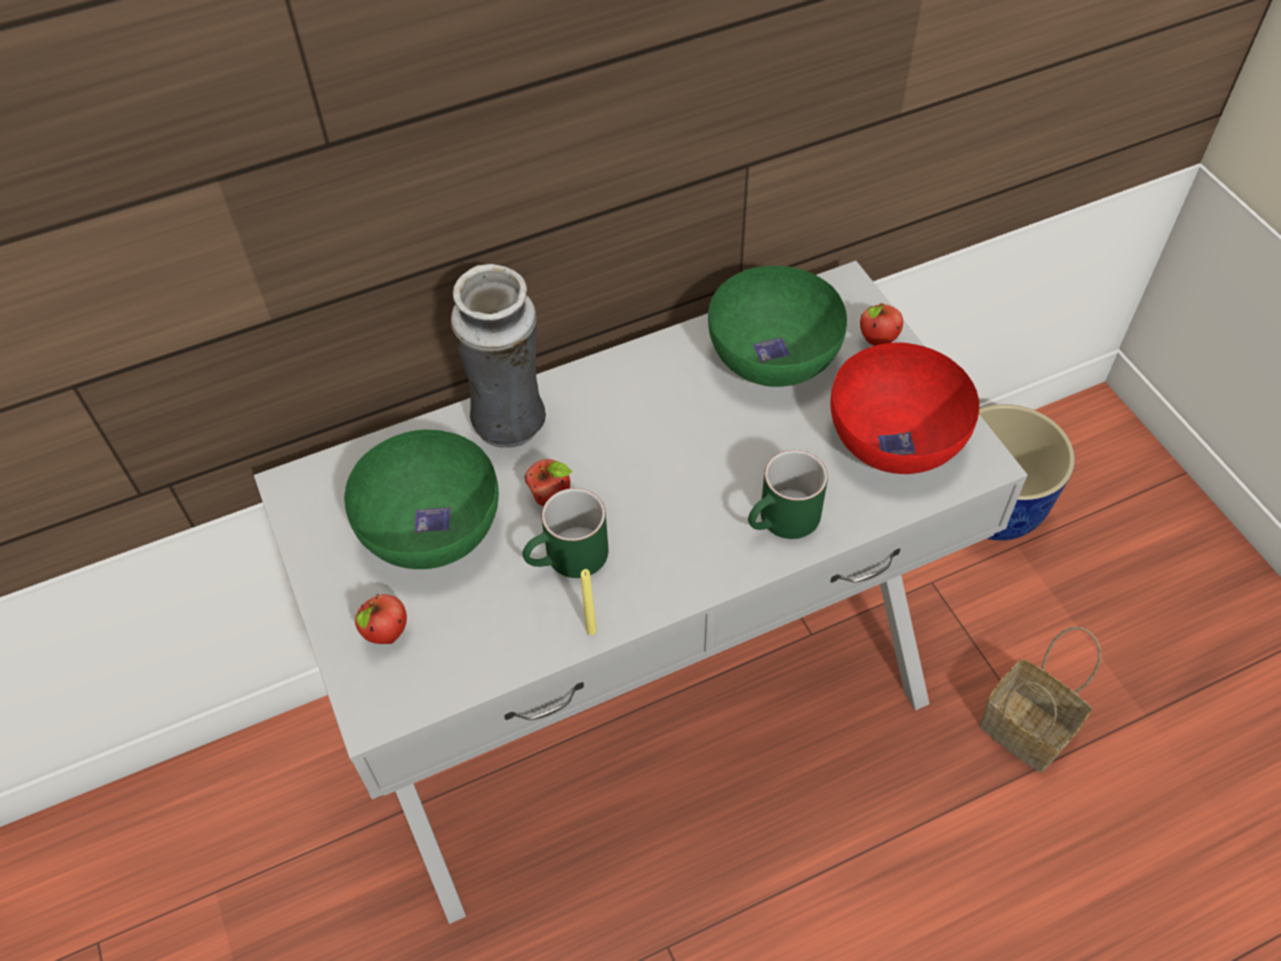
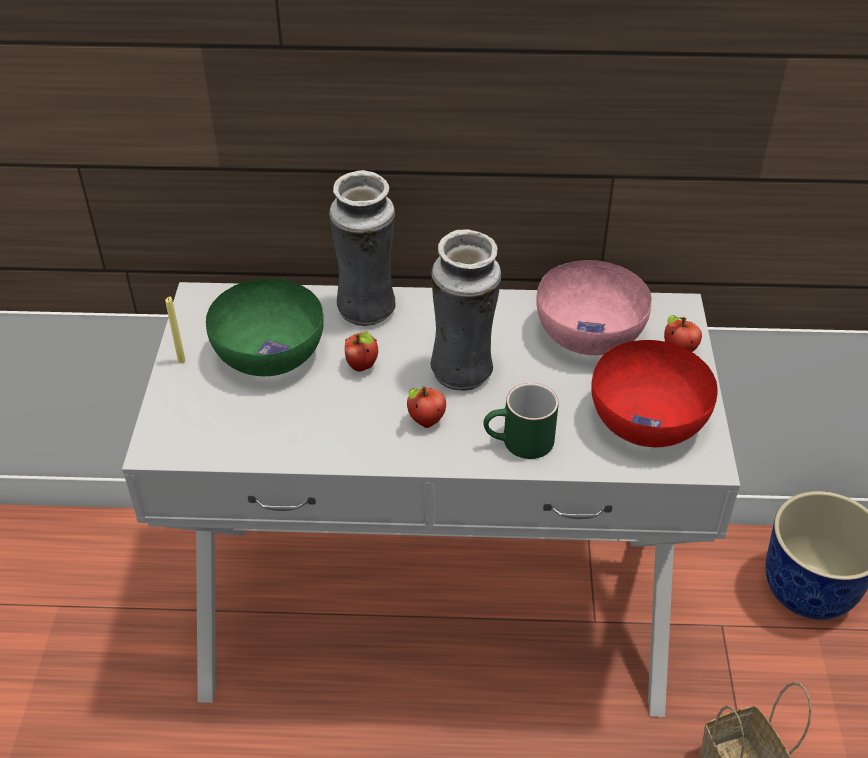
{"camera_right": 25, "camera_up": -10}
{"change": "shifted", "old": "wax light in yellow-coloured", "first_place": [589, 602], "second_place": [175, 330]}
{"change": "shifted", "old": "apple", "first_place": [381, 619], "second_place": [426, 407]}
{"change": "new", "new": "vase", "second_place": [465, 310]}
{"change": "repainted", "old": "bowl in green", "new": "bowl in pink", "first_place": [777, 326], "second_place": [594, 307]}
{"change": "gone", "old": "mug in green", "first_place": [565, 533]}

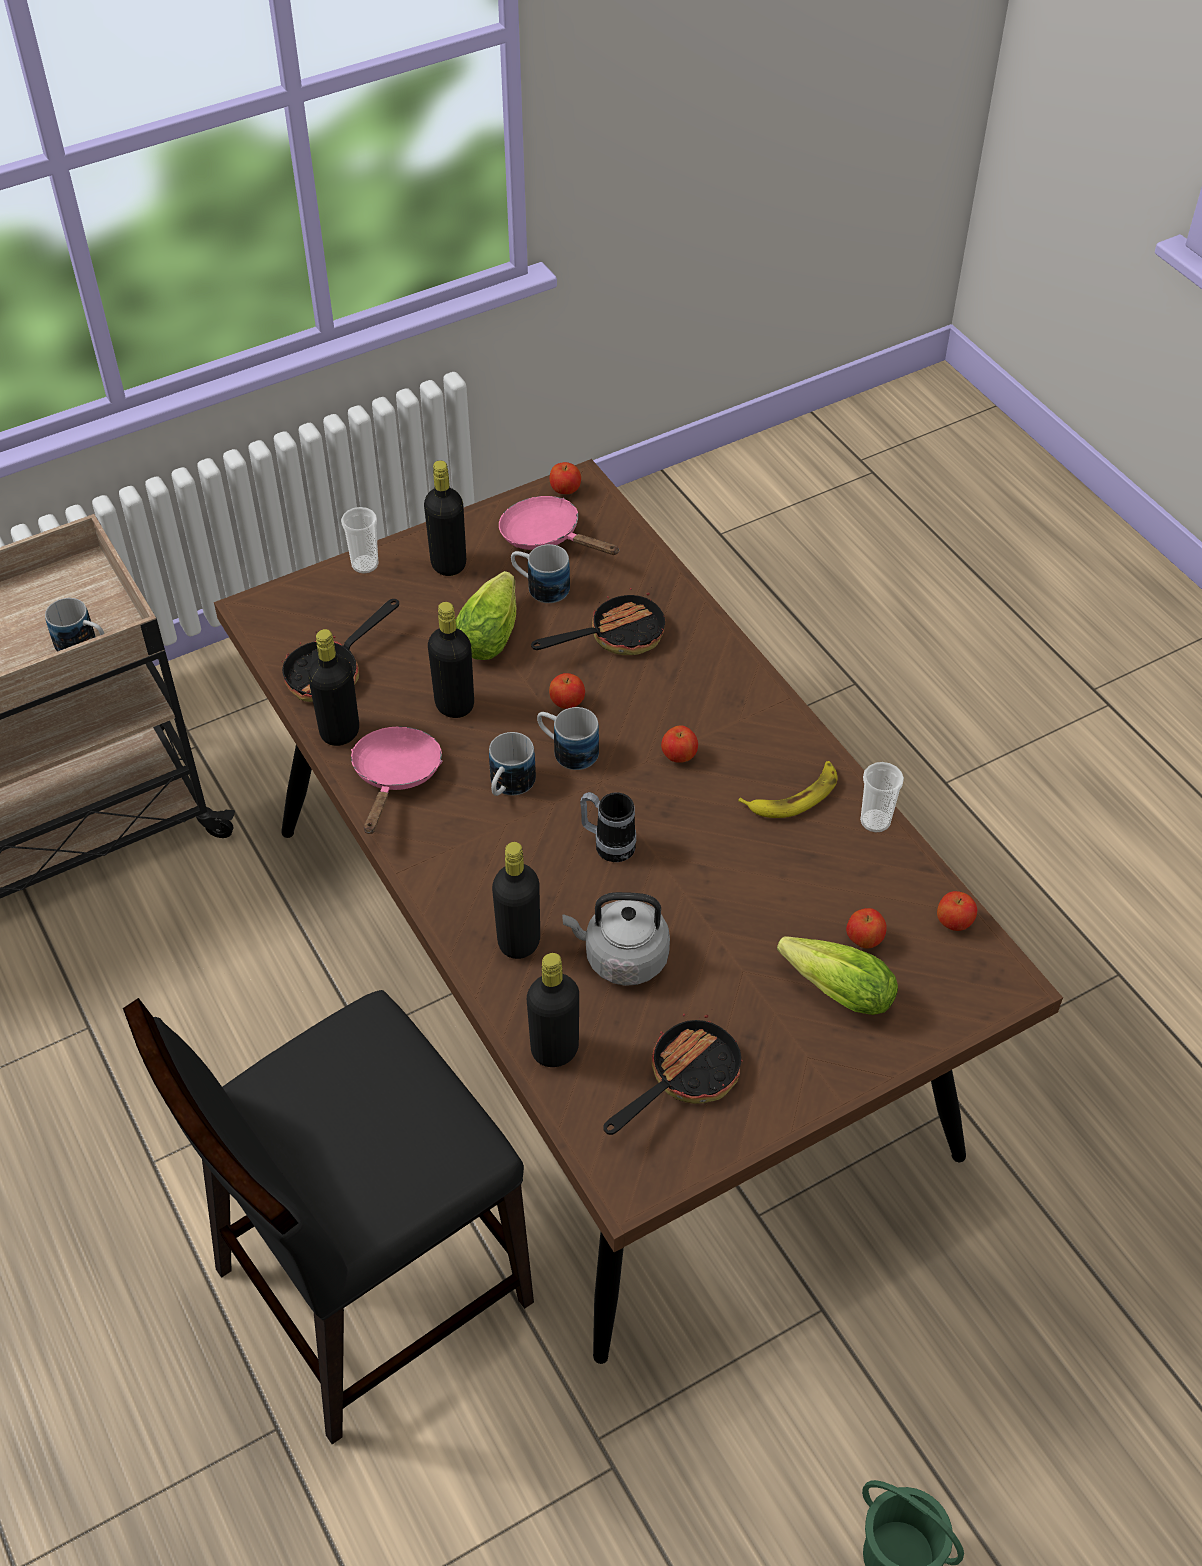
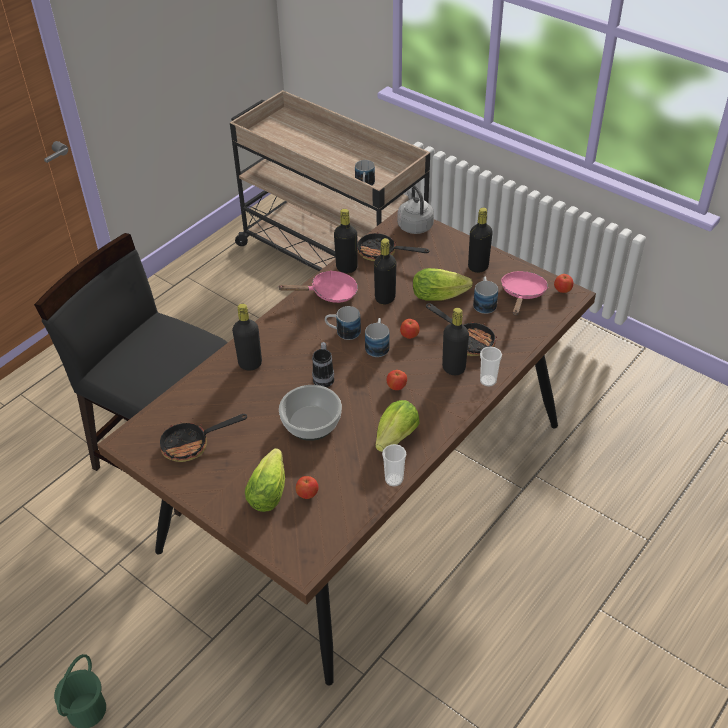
{"camera_right": 70, "camera_up": -5}
{"change": "rotated", "old": "pan", "first_place": [673, 1072], "second_place": [203, 438], "degrees": 135}
{"change": "new", "new": "bowl", "second_place": [310, 413]}
{"change": "swapped", "old": "banana fruit", "new": "head of lettuce", "first_place": [788, 789], "second_place": [397, 426]}
{"change": "shifted", "old": "tea kettle in gray", "first_place": [616, 939], "second_place": [415, 209]}
{"change": "shifted", "old": "drink bottle in blackish", "first_place": [553, 1010], "second_place": [455, 341]}
{"change": "shifted", "old": "drinking cup", "first_place": [360, 540], "second_place": [491, 366]}
{"change": "gone", "old": "apple", "first_place": [957, 911]}

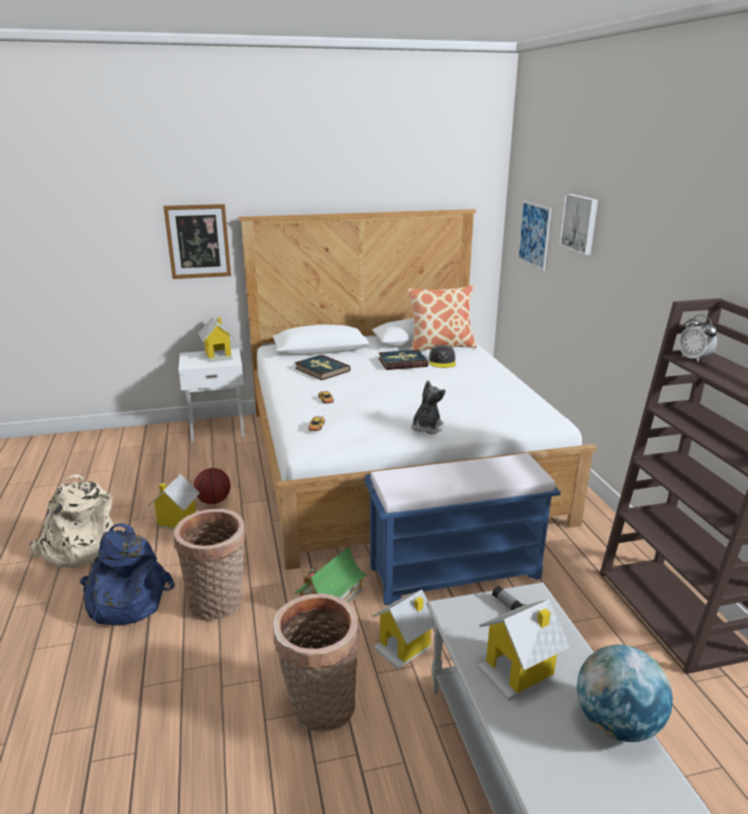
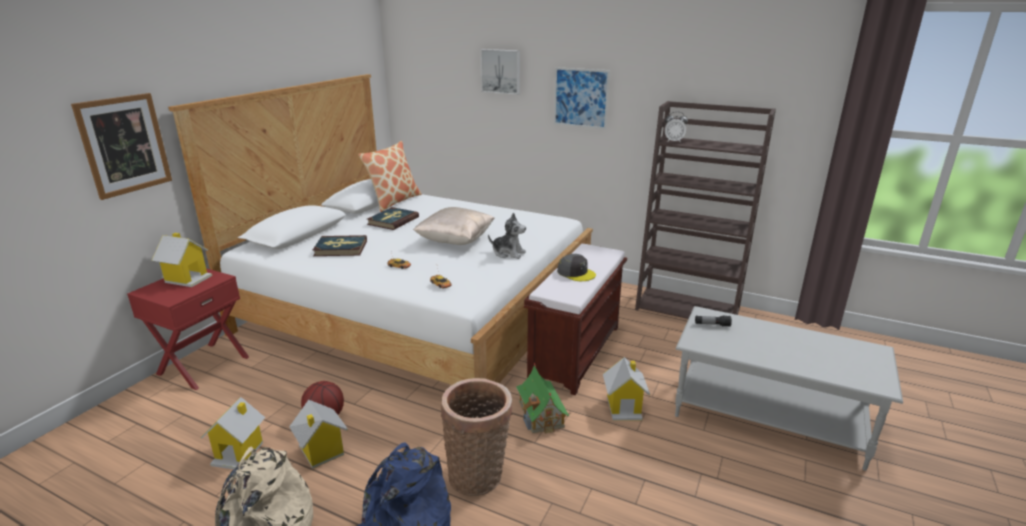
{"camera_right": -50, "camera_up": 0}
{"change": "repainted", "old": "nightstand in whitish", "new": "nightstand in red-coloured", "first_place": [211, 395], "second_place": [188, 329]}
{"change": "shifted", "old": "toy house", "first_place": [524, 650], "second_place": [233, 433]}
{"change": "new", "new": "pillow in beige-coloured", "second_place": [453, 226]}
{"change": "rotated", "old": "plush toy", "first_place": [428, 407], "second_place": [507, 236], "degrees": 135}
{"change": "repainted", "old": "bench in blue-coloured", "new": "bench in brown-coloured", "first_place": [463, 529], "second_place": [575, 319]}
{"change": "shifted", "old": "picture", "first_place": [534, 236], "second_place": [582, 98]}
{"change": "shifted", "old": "peaked cap in gray", "first_place": [442, 356], "second_place": [576, 267]}
{"change": "gone", "old": "household basket", "first_place": [316, 662]}
{"change": "gone", "old": "desk globe", "first_place": [625, 693]}

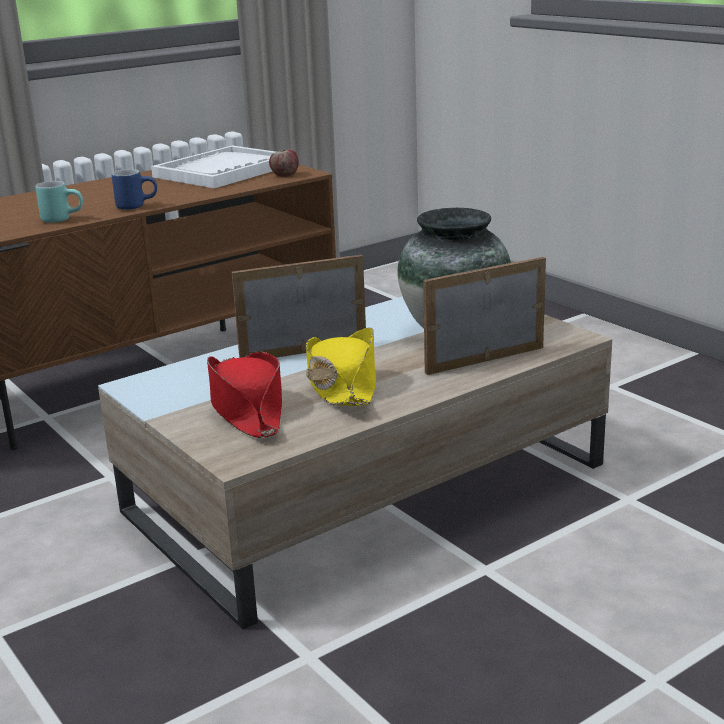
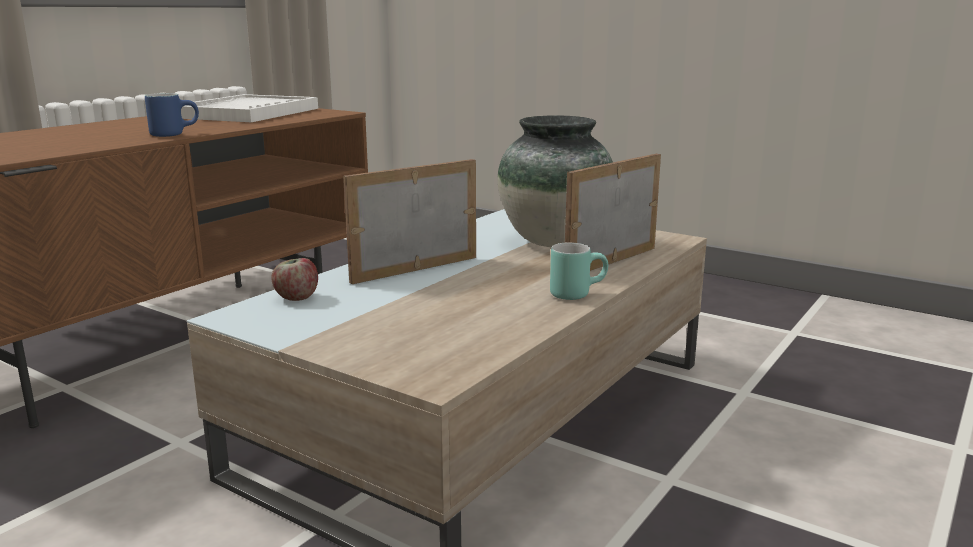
{"camera_right": -20, "camera_up": -5}
{"change": "shifted", "old": "apple", "first_place": [284, 163], "second_place": [294, 279]}
{"change": "shifted", "old": "mug in blue-green", "first_place": [59, 202], "second_place": [579, 271]}
{"change": "gone", "old": "hat in red-coloured", "first_place": [244, 395]}
{"change": "gone", "old": "hat in yellow-coloured", "first_place": [341, 367]}

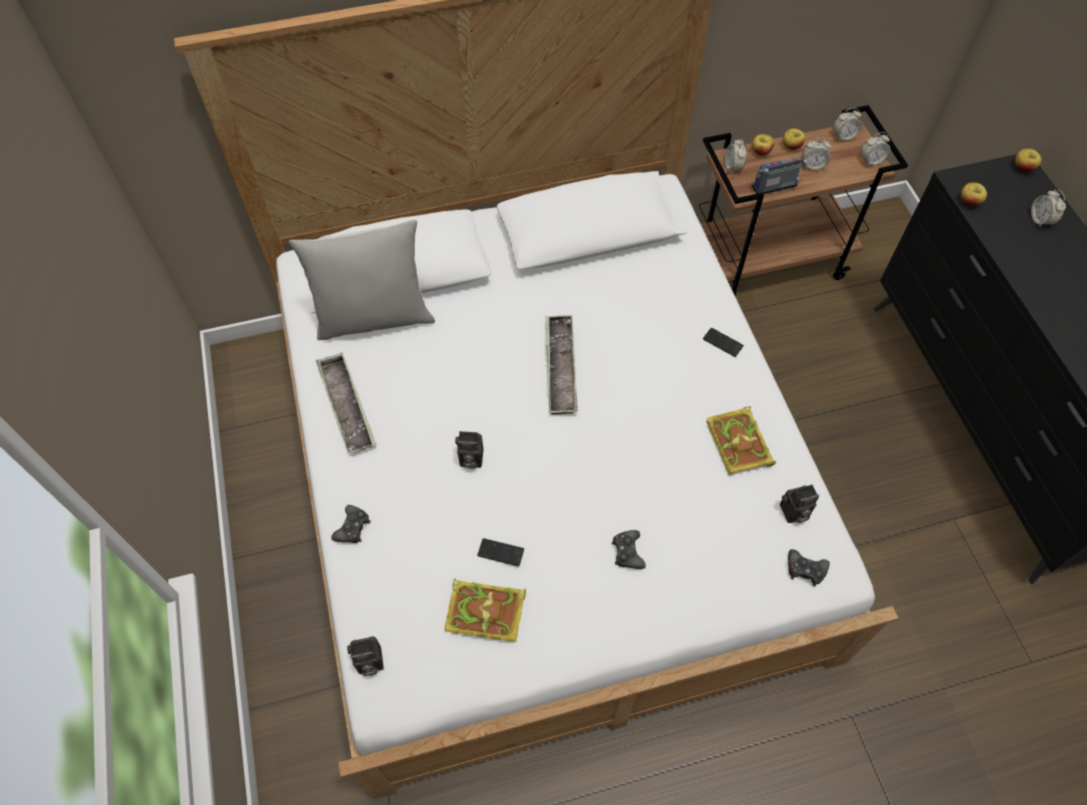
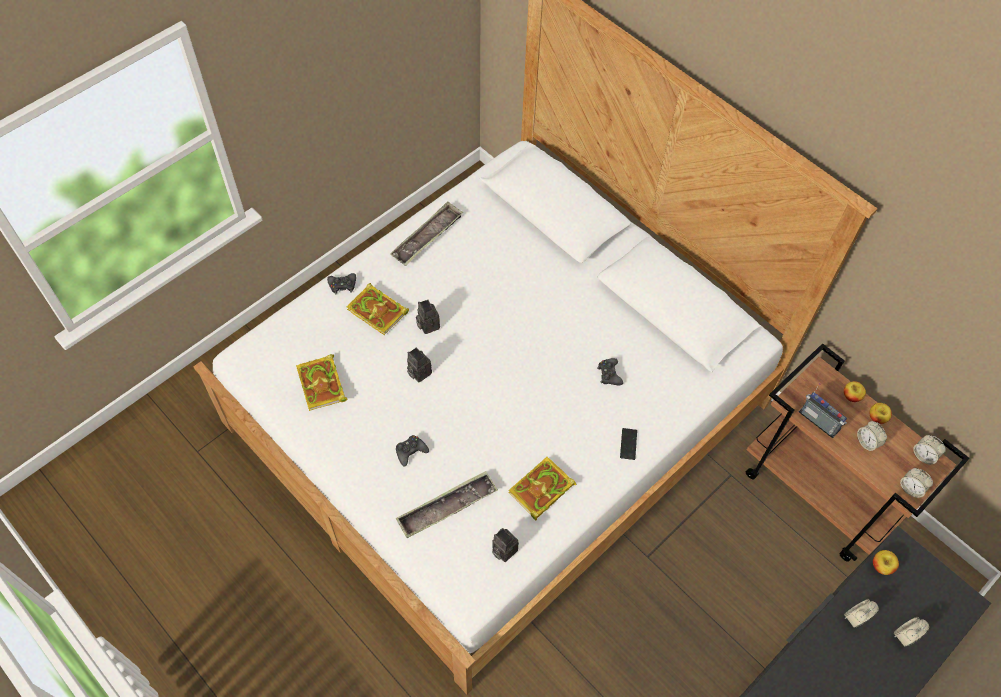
{"camera_right": 60, "camera_up": 0}
{"change": "new", "new": "volume", "second_place": [378, 309]}
{"change": "shifted", "old": "carrying tray", "first_place": [561, 365], "second_place": [447, 504]}
{"change": "shifted", "old": "still camera", "first_place": [365, 656], "second_place": [419, 364]}
{"change": "shifted", "old": "gamepad in blackish", "first_place": [809, 567], "second_place": [610, 371]}
{"change": "shifted", "old": "bedside clock", "first_place": [736, 156], "second_place": [861, 613]}
{"change": "gone", "old": "pillow in gray", "first_place": [362, 279]}
{"change": "gone", "old": "handset", "first_place": [500, 552]}
{"change": "gone", "old": "apple", "first_place": [1028, 160]}

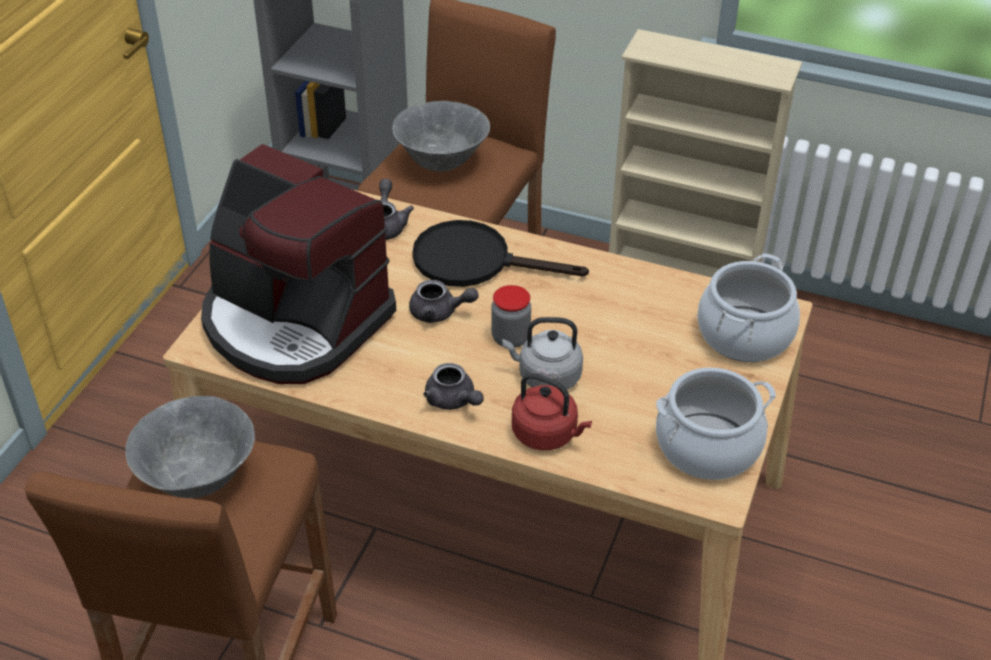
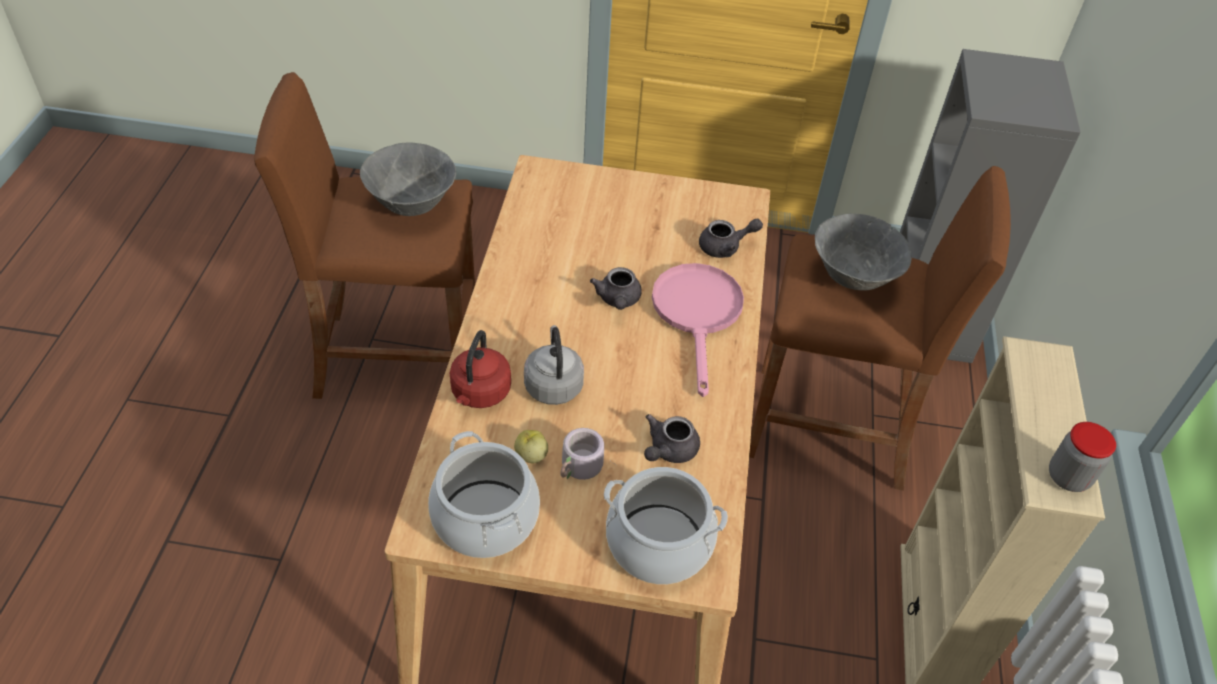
{"camera_right": 75, "camera_up": 5}
{"change": "new", "new": "apple", "second_place": [531, 446]}
{"change": "new", "new": "mug in gray", "second_place": [588, 454]}
{"change": "shifted", "old": "pot for tea in gray", "first_place": [453, 386], "second_place": [672, 438]}
{"change": "repainted", "old": "pan in blackish", "new": "pan in pink", "first_place": [501, 253], "second_place": [698, 330]}
{"change": "shifted", "old": "preserve jar", "first_place": [511, 316], "second_place": [1082, 457]}
{"change": "gone", "old": "coffee maker", "first_place": [298, 264]}

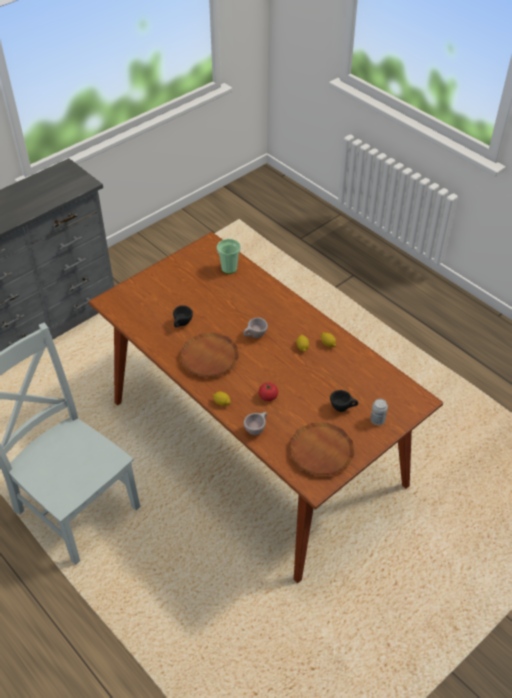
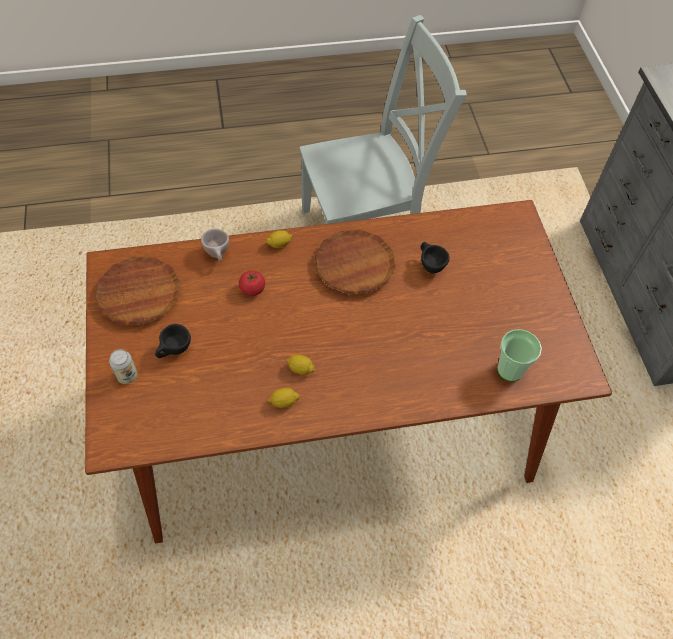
{"camera_right": 120, "camera_up": 10}
{"change": "gone", "old": "drinking cup in beige-coloured", "first_place": [255, 327]}

